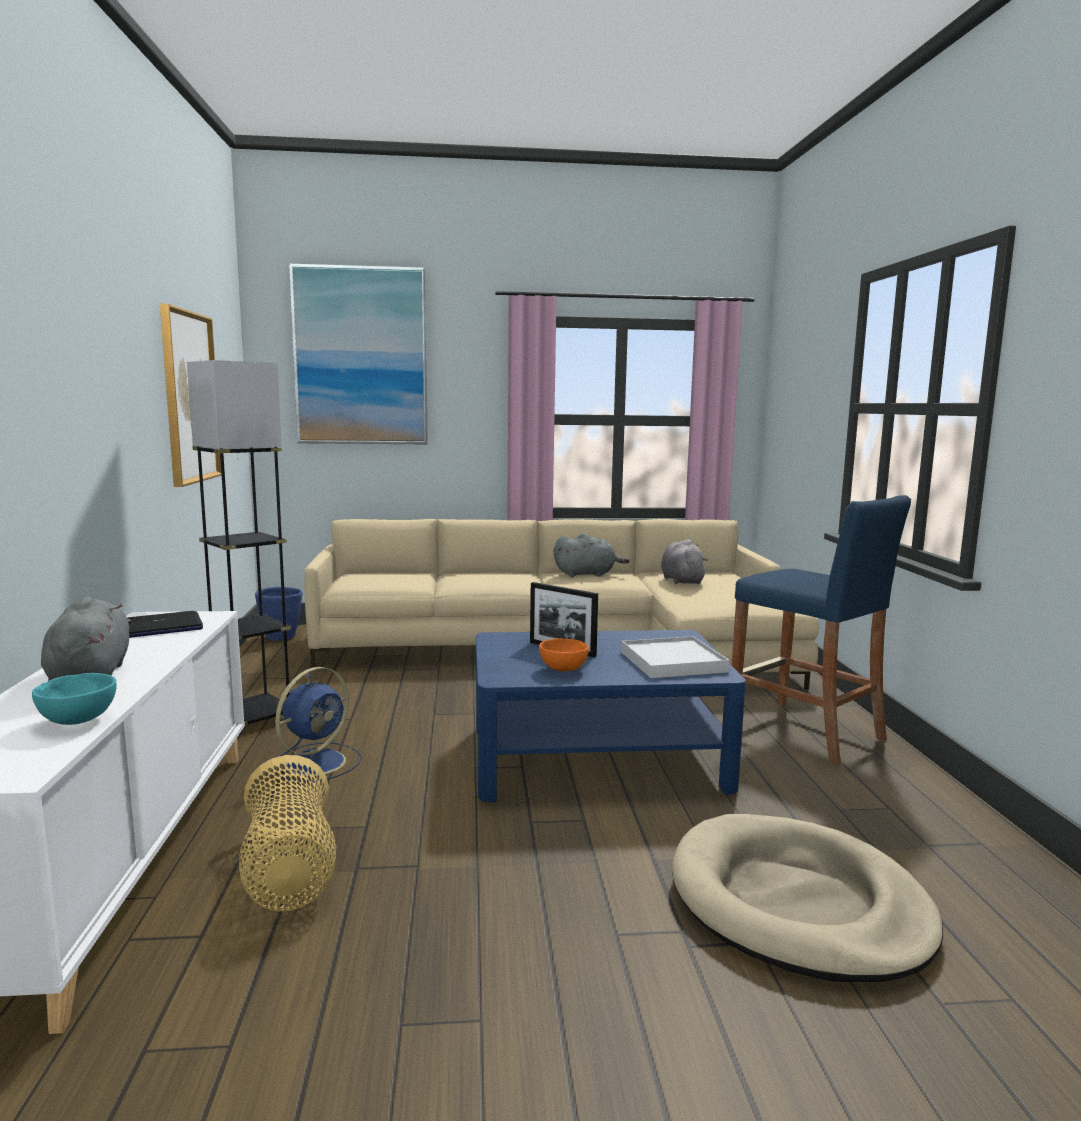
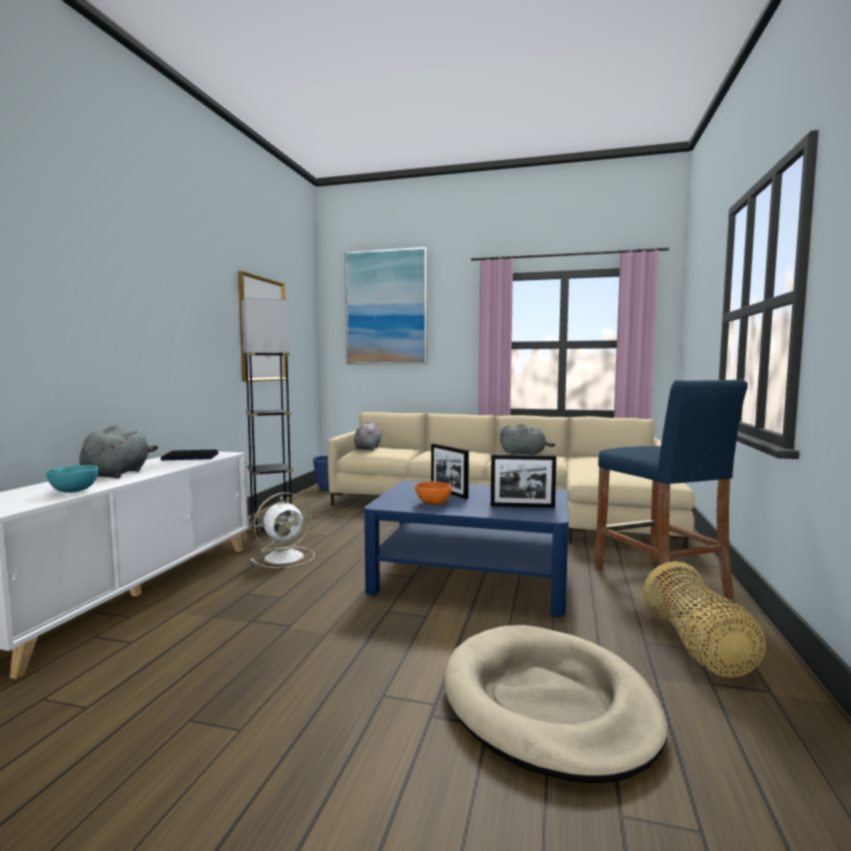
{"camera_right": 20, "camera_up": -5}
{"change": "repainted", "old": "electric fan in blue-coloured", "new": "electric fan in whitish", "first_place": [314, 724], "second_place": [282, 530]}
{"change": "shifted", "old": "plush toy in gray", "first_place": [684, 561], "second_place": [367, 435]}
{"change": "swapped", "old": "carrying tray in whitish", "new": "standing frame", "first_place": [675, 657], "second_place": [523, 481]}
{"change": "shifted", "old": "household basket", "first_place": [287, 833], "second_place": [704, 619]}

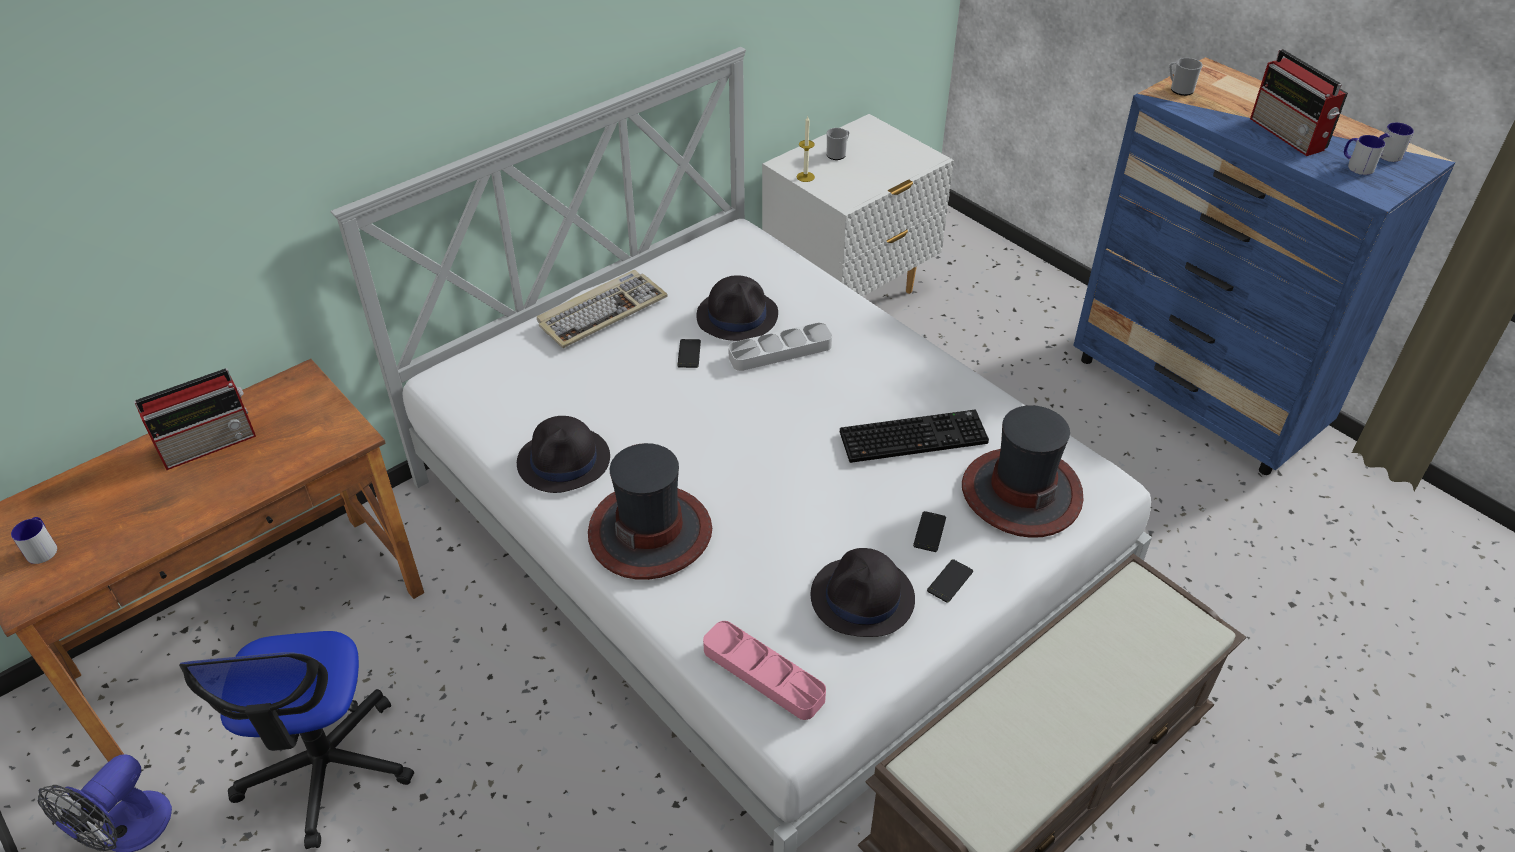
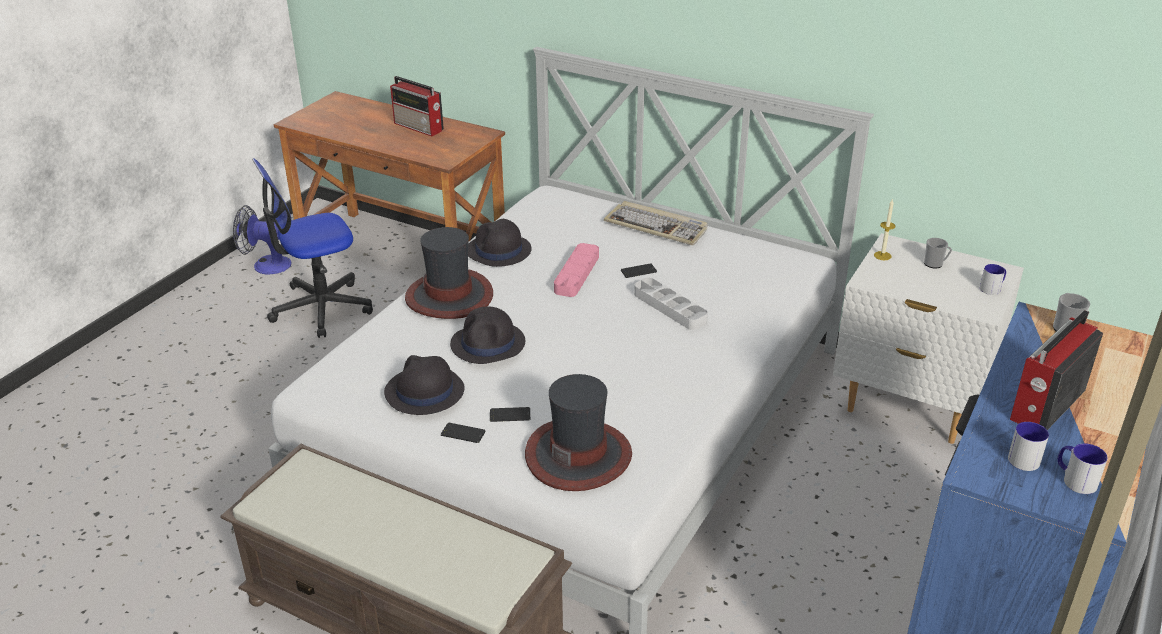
{"camera_right": 70, "camera_up": -10}
{"change": "shifted", "old": "hat in blackish", "first_place": [737, 308], "second_place": [487, 335]}
{"change": "shifted", "old": "carrying tray in pink", "first_place": [764, 670], "second_place": [576, 270]}
{"change": "shifted", "old": "mug", "first_place": [34, 540], "second_place": [993, 279]}
{"change": "gone", "old": "PC keyboard", "first_place": [914, 436]}

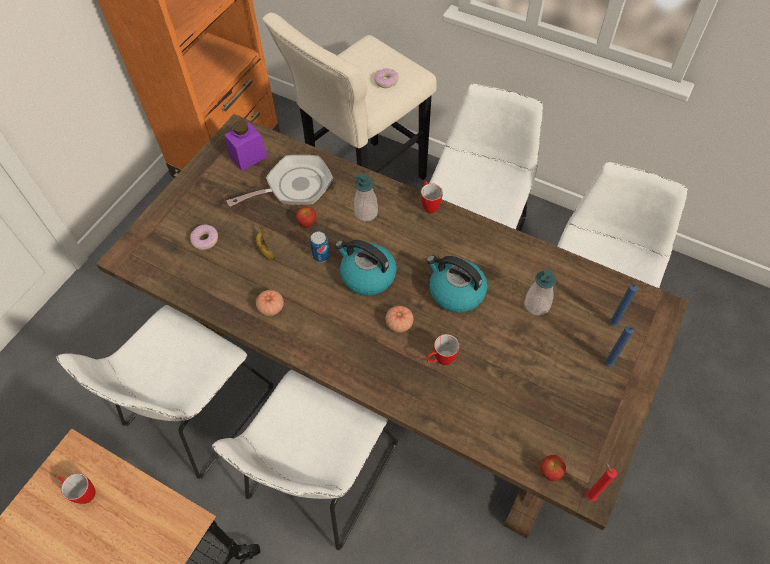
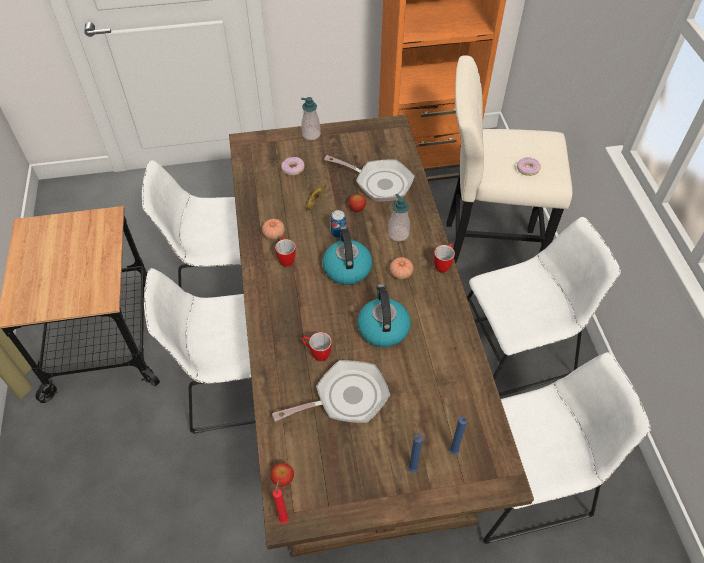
{"camera_right": 50, "camera_up": -5}
{"change": "new", "new": "pan", "second_place": [331, 391]}
{"change": "shifted", "old": "mug", "first_place": [76, 488], "second_place": [285, 251]}
{"change": "shifted", "old": "liquid soap bottle", "first_place": [540, 292], "second_place": [311, 118]}
{"change": "shifted", "old": "tomato", "first_place": [400, 319], "second_place": [401, 268]}
{"change": "gone", "old": "preserve jar in purple", "first_place": [245, 145]}

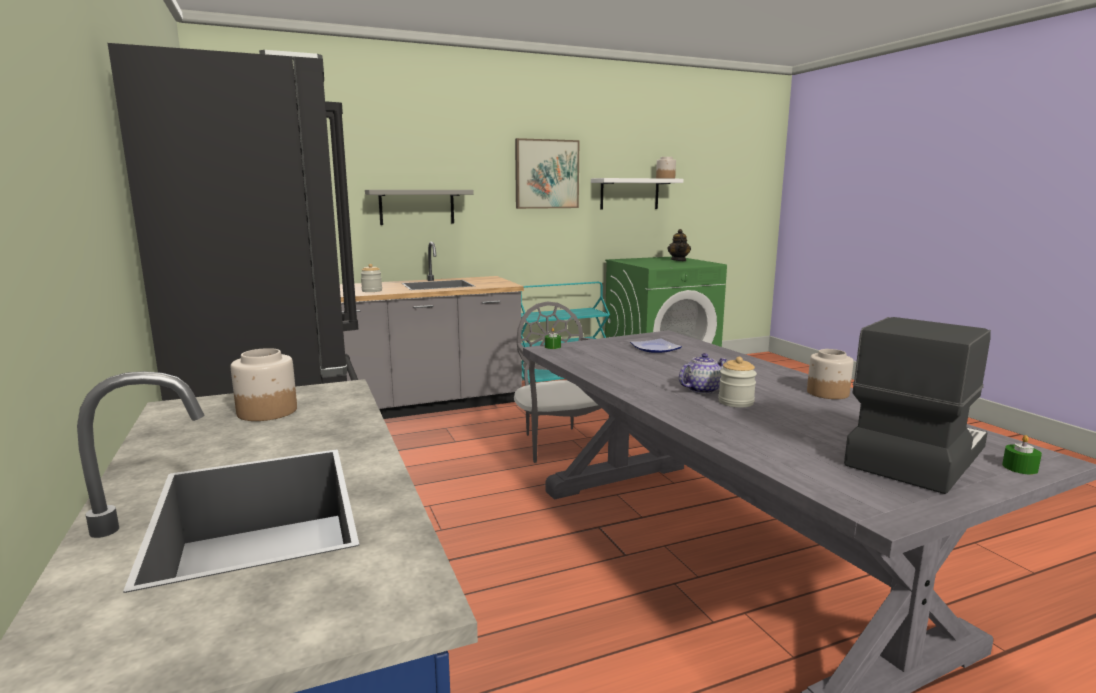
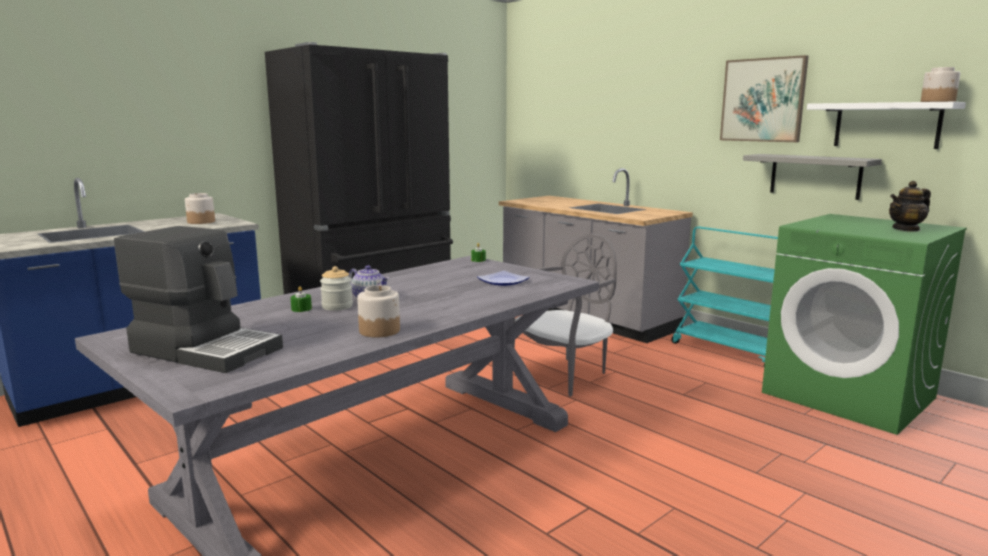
{"camera_right": 70, "camera_up": 0}
{"change": "shifted", "old": "wax light in green", "first_place": [1022, 454], "second_place": [301, 299]}
{"change": "shifted", "old": "wall shelf in gray", "first_place": [419, 207], "second_place": [812, 177]}
{"change": "gone", "old": "preserve jar", "first_place": [371, 278]}

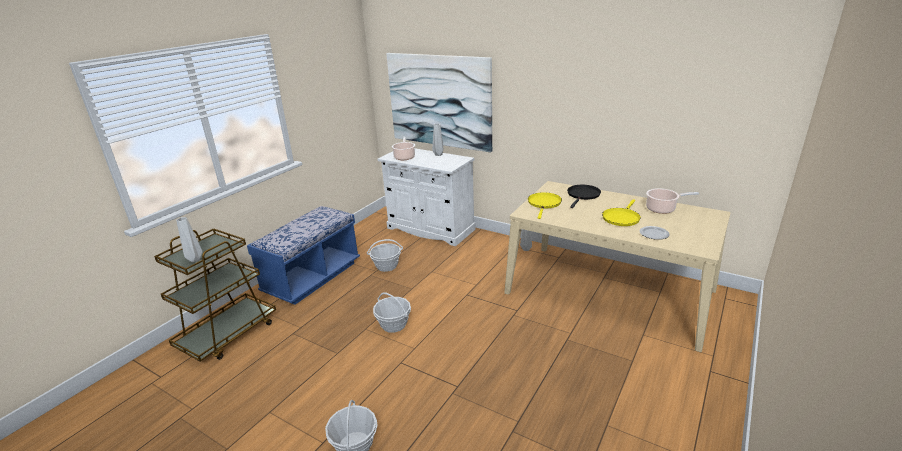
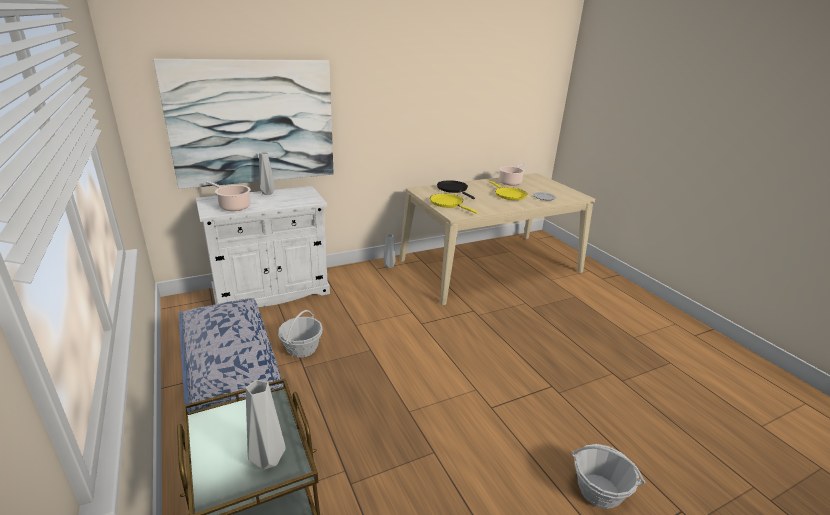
{"camera_right": -60, "camera_up": 0}
{"change": "gone", "old": "household basket", "first_place": [392, 312]}

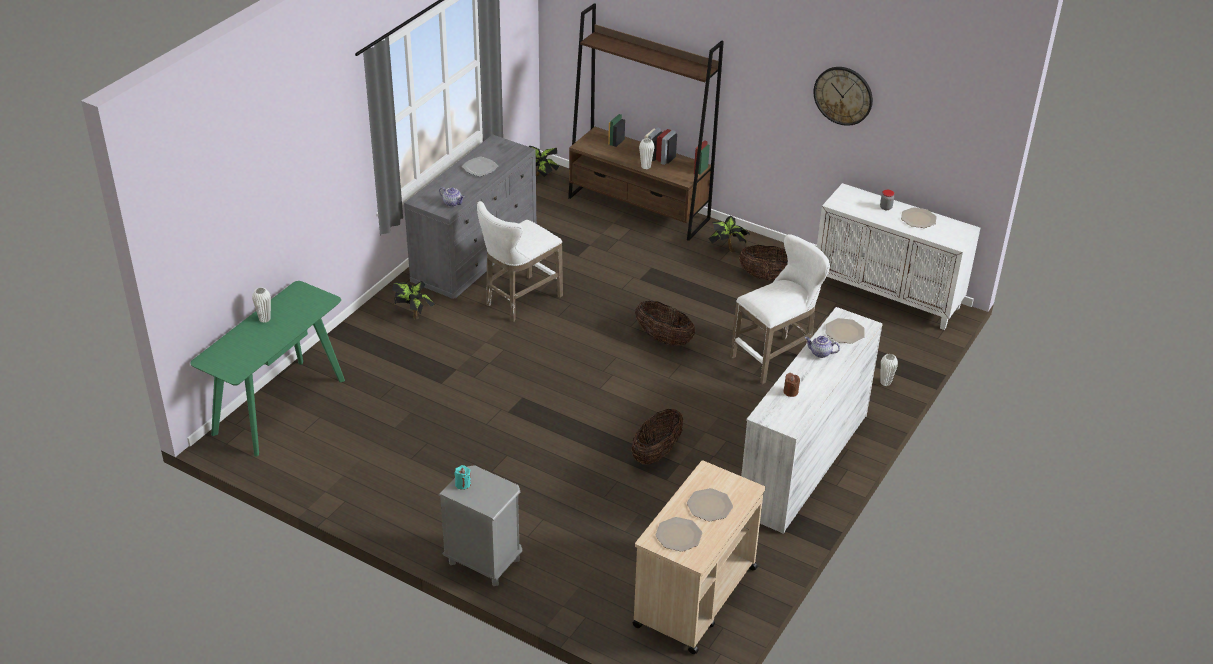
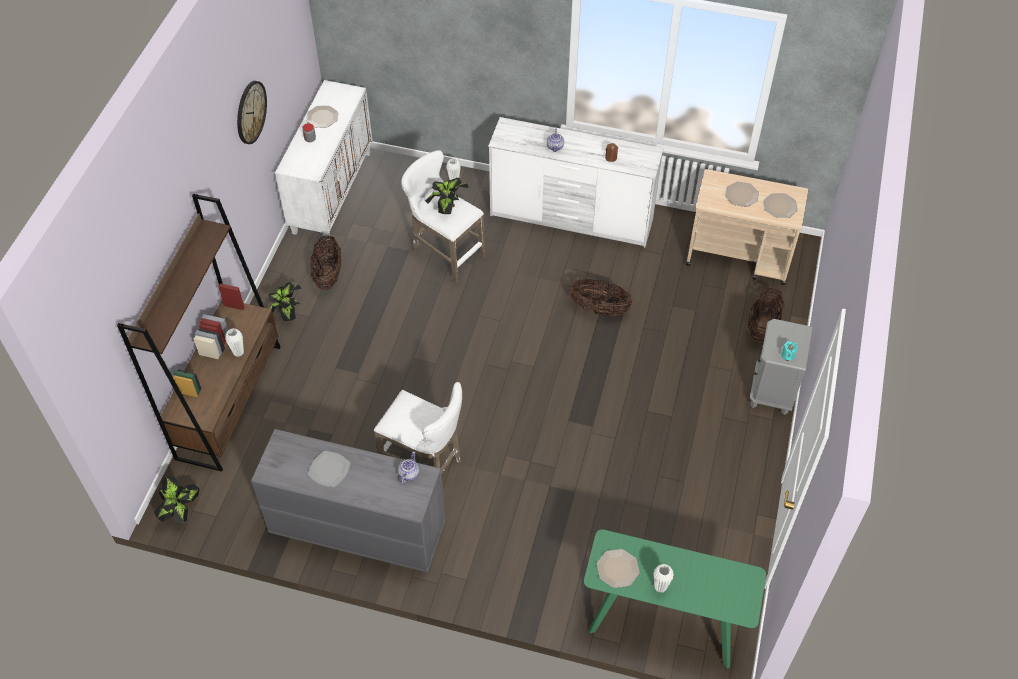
{"camera_right": -105, "camera_up": 15}
{"change": "shifted", "old": "houseplant", "first_place": [413, 300], "second_place": [447, 196]}
{"change": "shifted", "old": "flat dish", "first_place": [845, 331], "second_place": [618, 568]}
{"change": "shifted", "old": "household basket", "first_place": [665, 323], "second_place": [766, 314]}

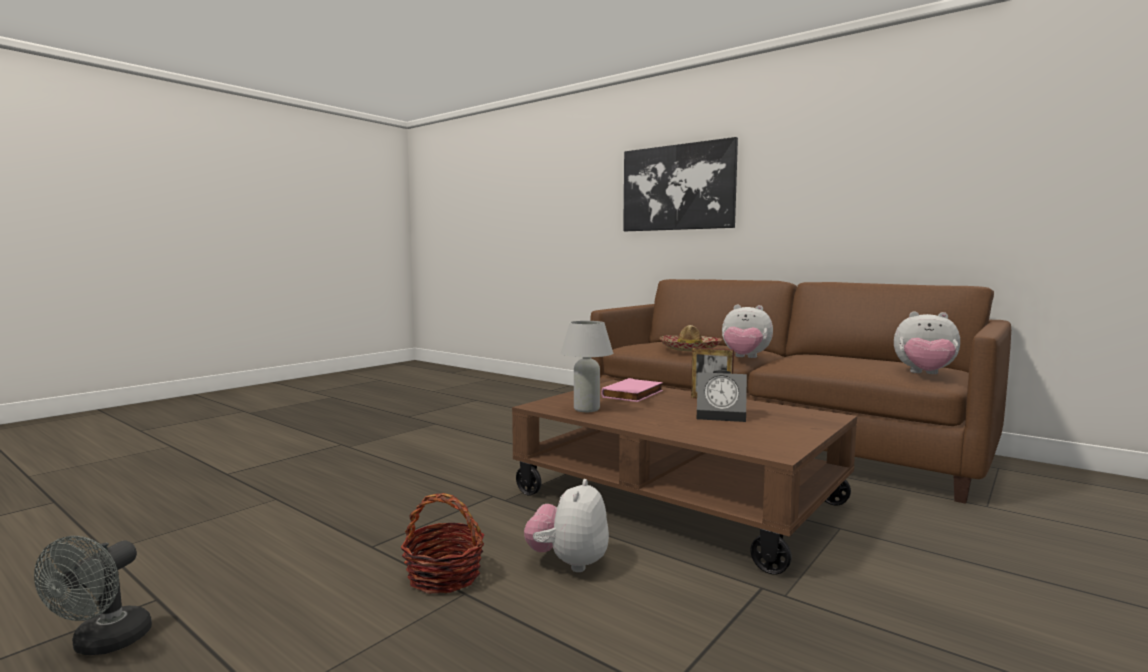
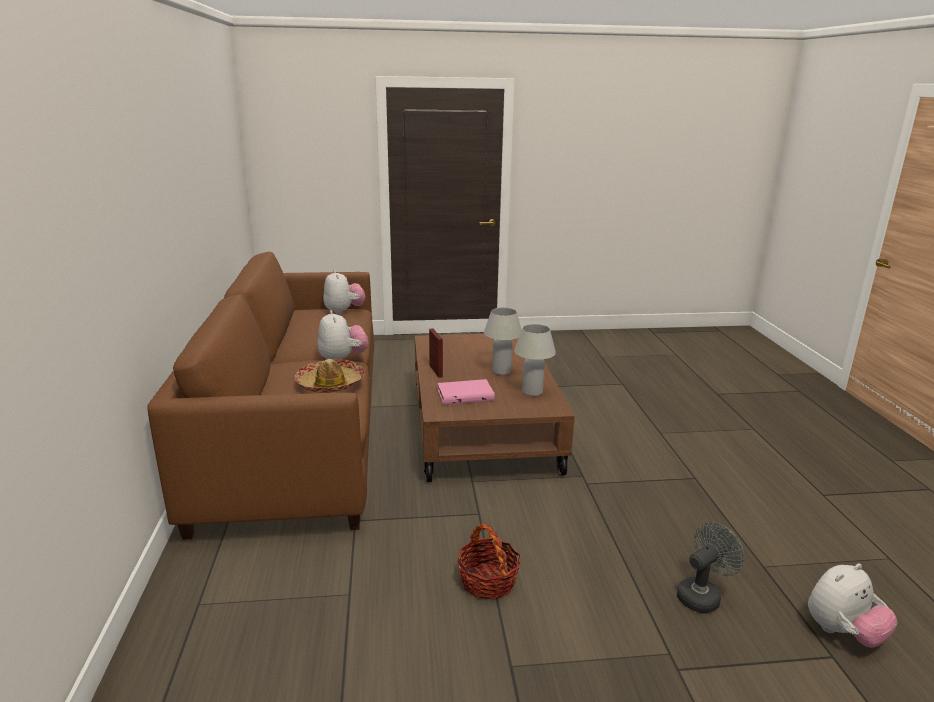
{"camera_right": -135, "camera_up": 15}
{"change": "shifted", "old": "household basket", "first_place": [442, 543], "second_place": [488, 561]}
{"change": "new", "new": "lamp for a table in whitish", "second_place": [503, 341]}
{"change": "shifted", "old": "electric fan in gray", "first_place": [93, 595], "second_place": [710, 567]}
{"change": "shifted", "old": "plush toy", "first_place": [566, 525], "second_place": [852, 605]}
{"change": "gone", "old": "picture", "first_place": [680, 184]}
{"change": "gone", "old": "bedside clock", "first_place": [722, 396]}

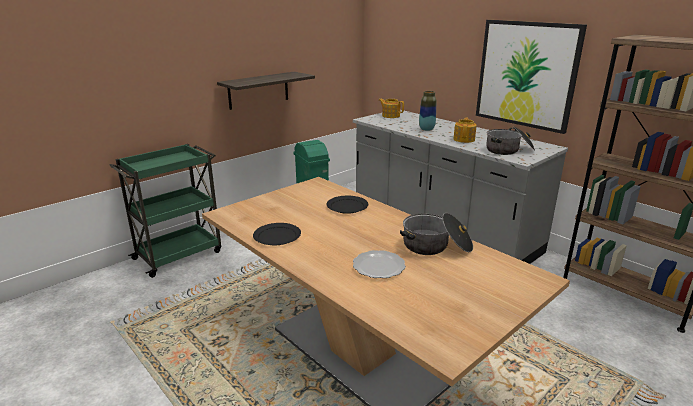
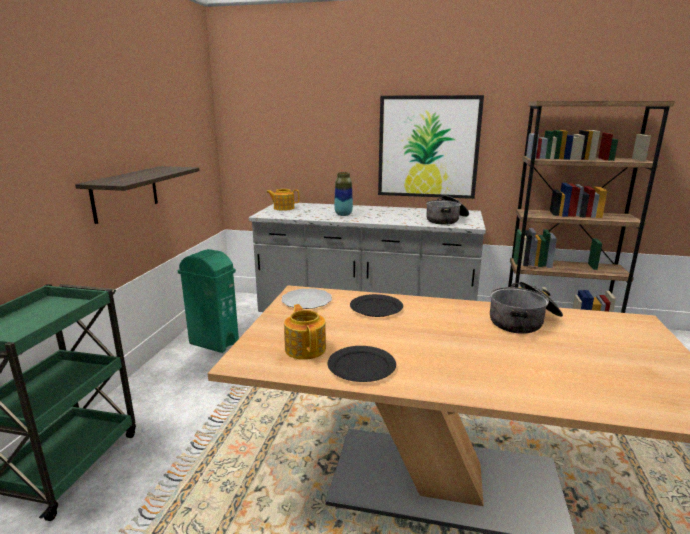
{"camera_right": -35, "camera_up": -5}
{"change": "shifted", "old": "flat dish", "first_place": [379, 264], "second_place": [306, 298]}
{"change": "shifted", "old": "pot for tea", "first_place": [465, 130], "second_place": [305, 332]}

